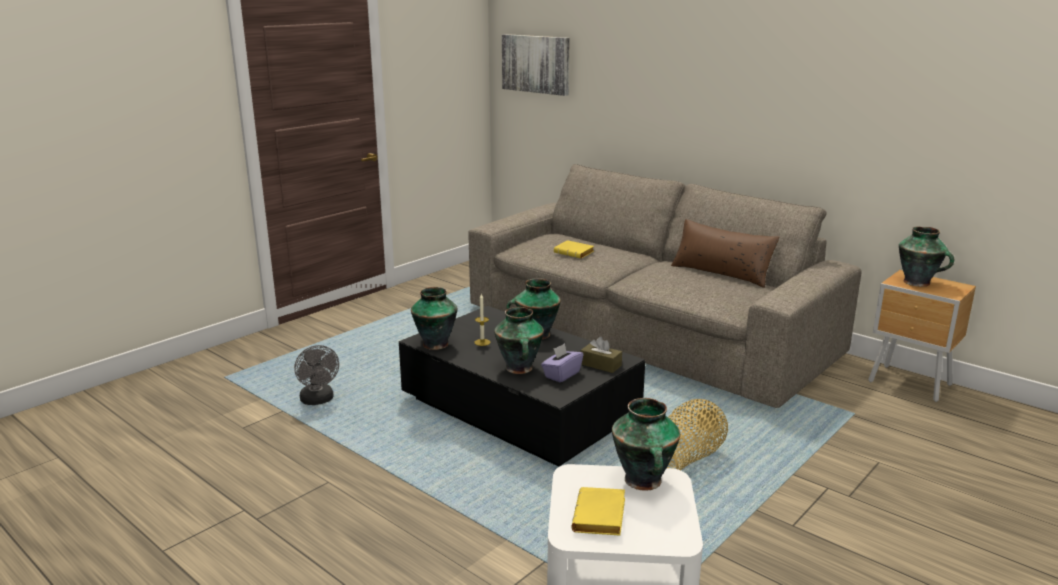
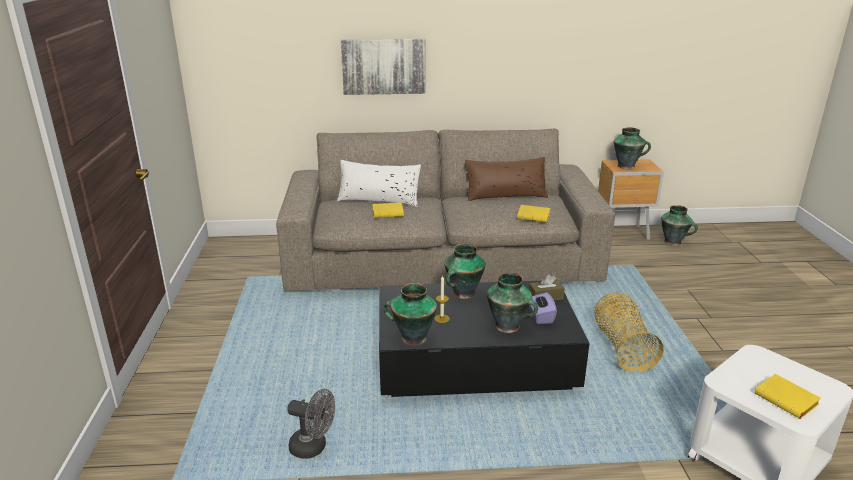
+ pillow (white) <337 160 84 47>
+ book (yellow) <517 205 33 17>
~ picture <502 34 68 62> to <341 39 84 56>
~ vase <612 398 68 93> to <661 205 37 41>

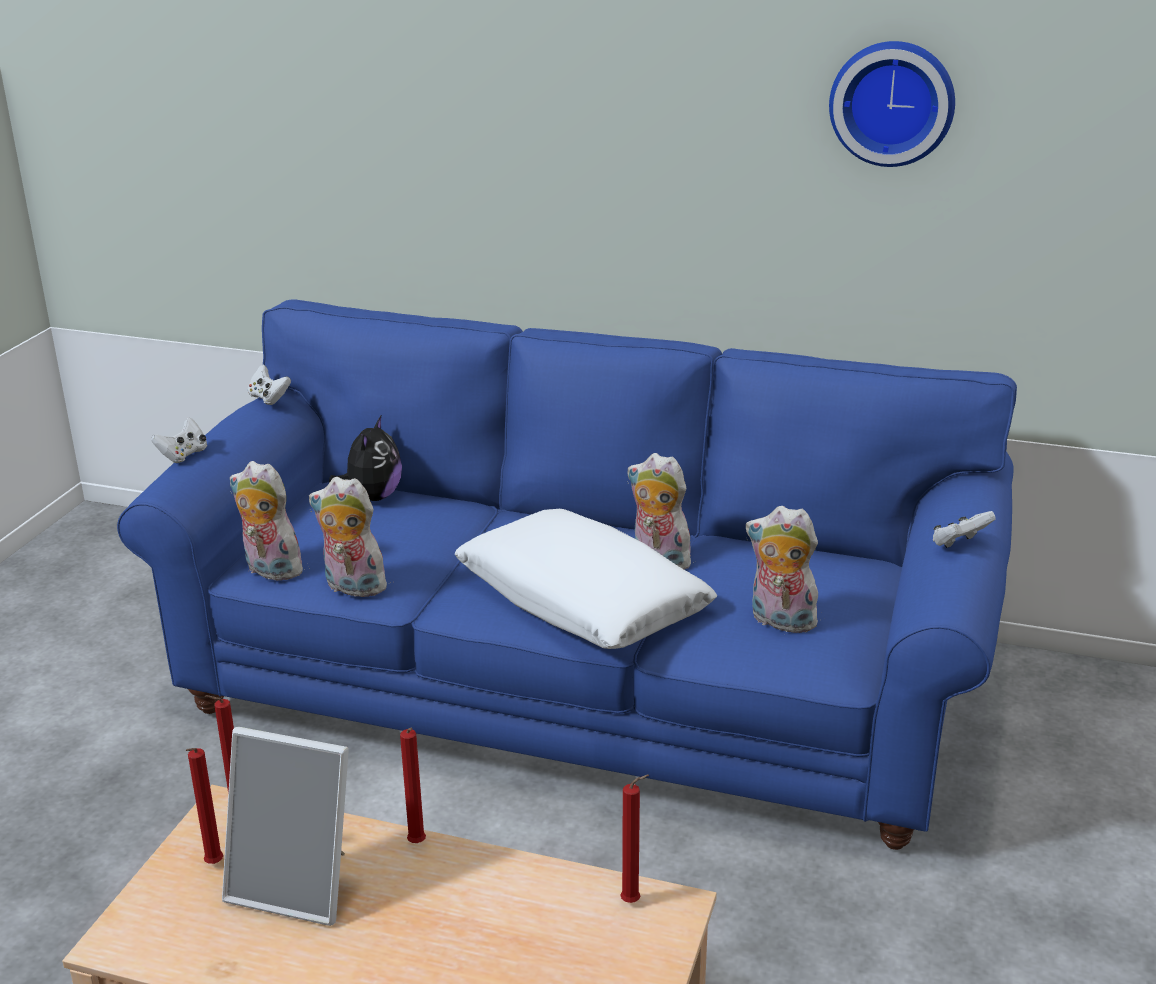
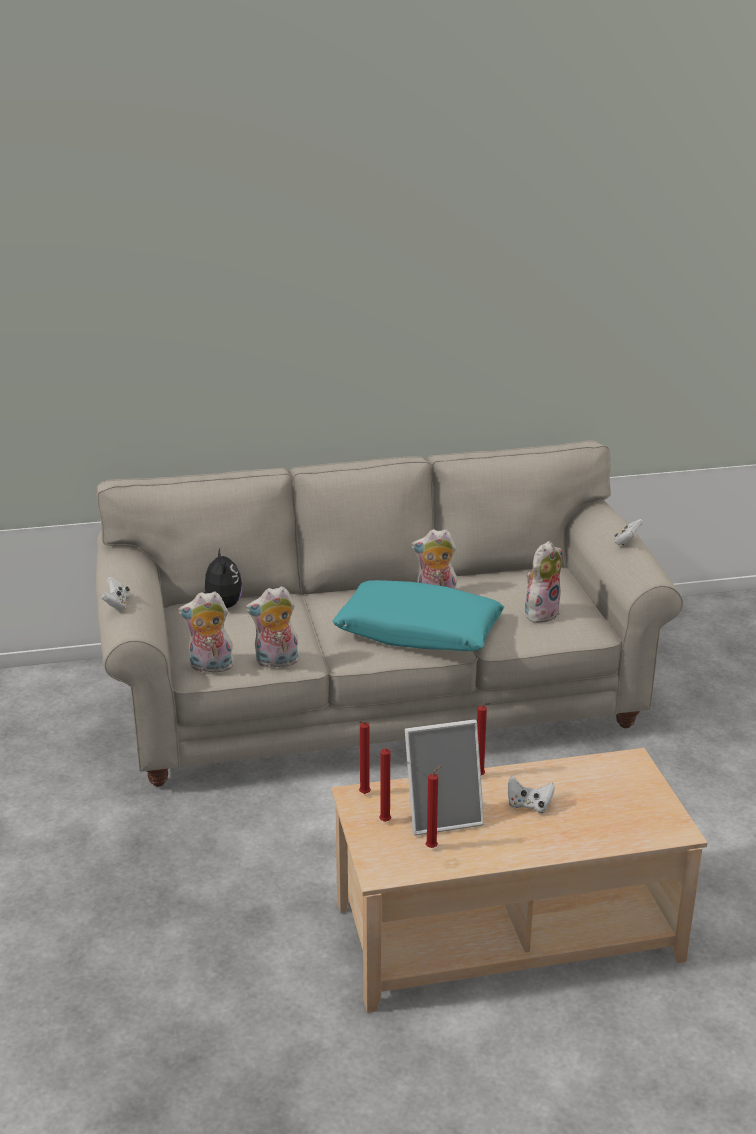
- wall clock <829 41 126 126>
~ game controller (white) <248 364 43 41> to <508 776 47 37>
~ candle (red) <620 775 29 128> to <425 765 17 83>
~ sofa (blue) <117 299 900 551> to sofa (beige) <96 440 587 347>
~ pillow (white) <454 509 263 140> to pillow (turquoise) <332 580 172 71>
~ plush toy <746 506 72 127> = <525 541 37 82> 135 degrees clockwise

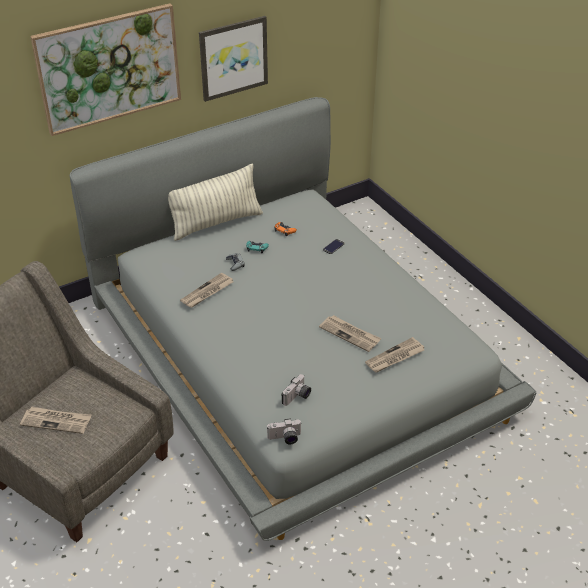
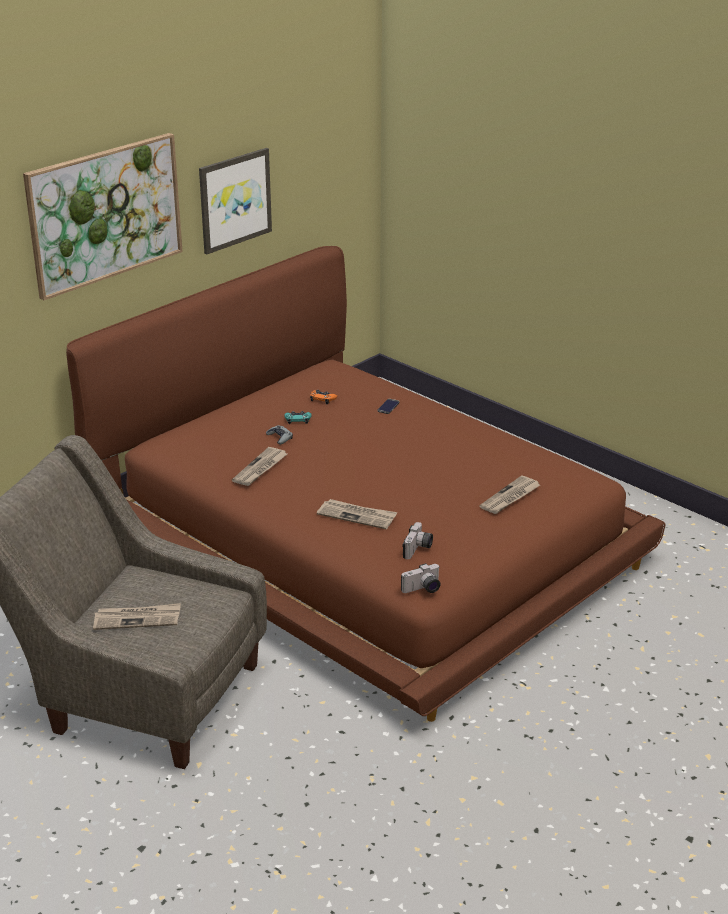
- pillow <168 163 95 78>
~ newspaper <319 315 62 37> to <317 499 80 30>
~ bed (grey) <70 97 466 444> to bed (brown) <66 246 599 476>

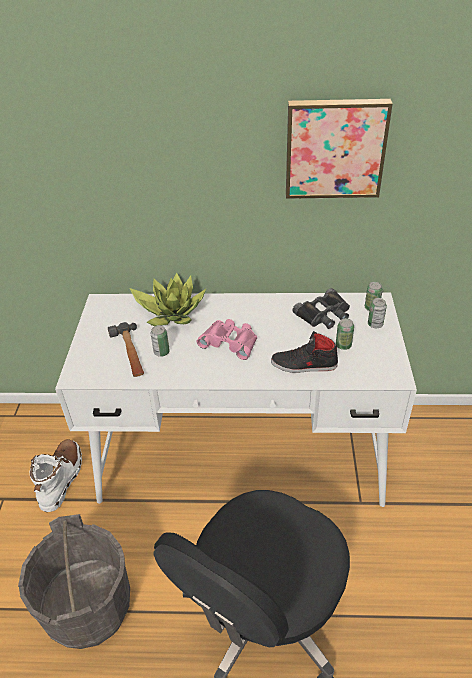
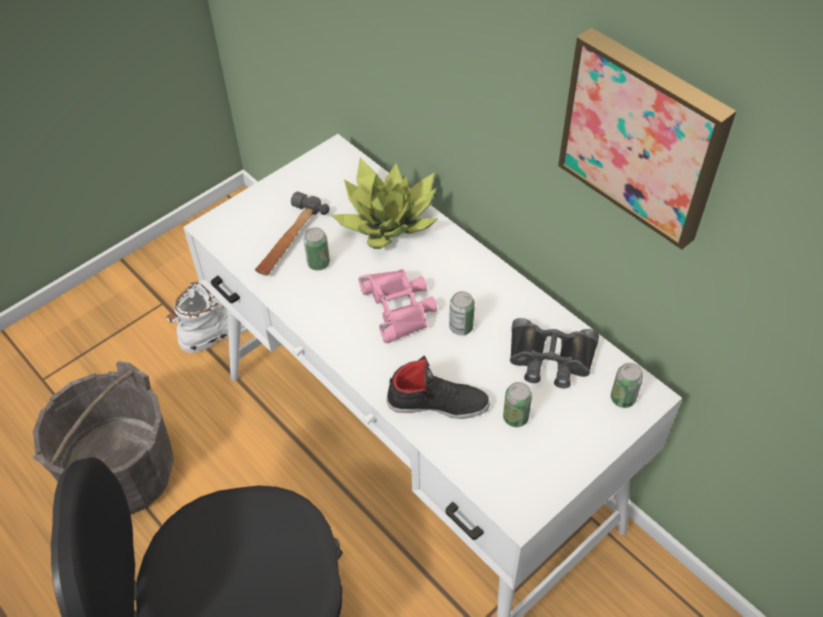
~ can <368 298 19 30> to <449 291 26 44>
~ shoe (black) <271 331 67 42> = <387 356 103 63> 135 degrees clockwise

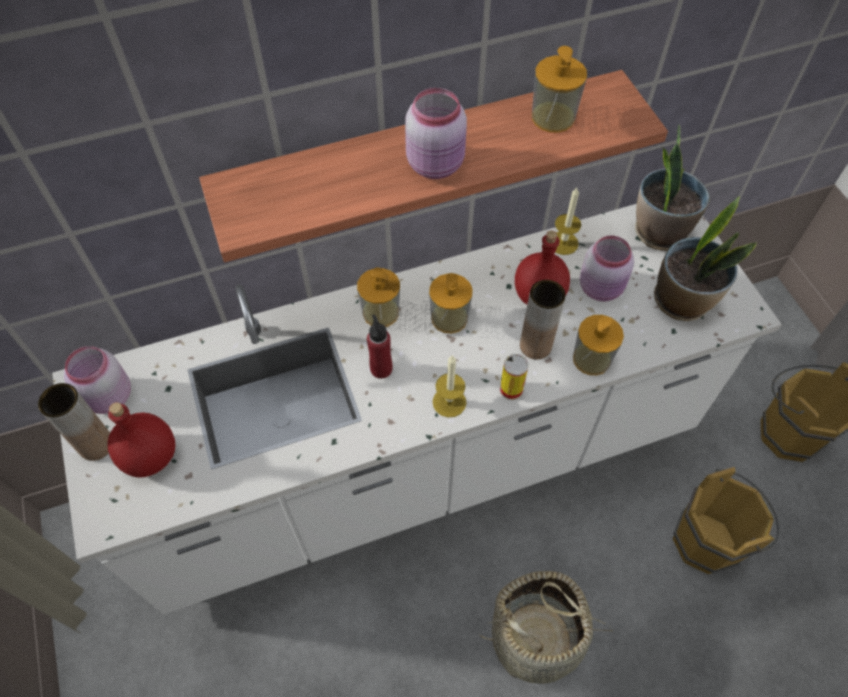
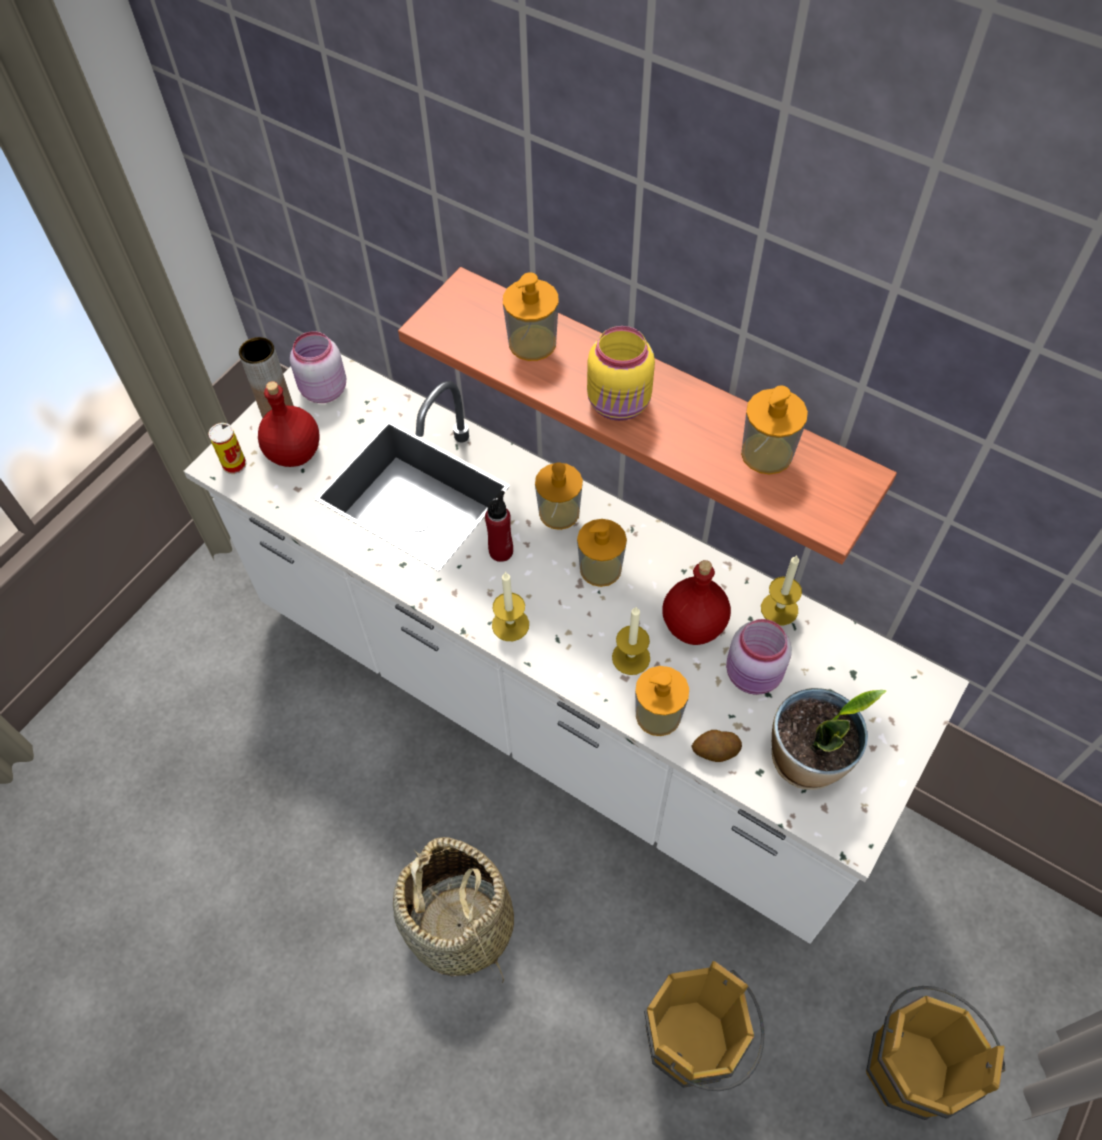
- potted plant <635 125 75 126>
+ soap dispenser <503 272 56 89>
+ potato <691 730 51 32>
~ can <500 354 29 46> to <208 423 38 51>
~ vase (brown) <520 280 46 80> to candle <612 606 38 69>
~ jar (pink) <405 88 62 91> to jar (yellow) <587 326 68 95>

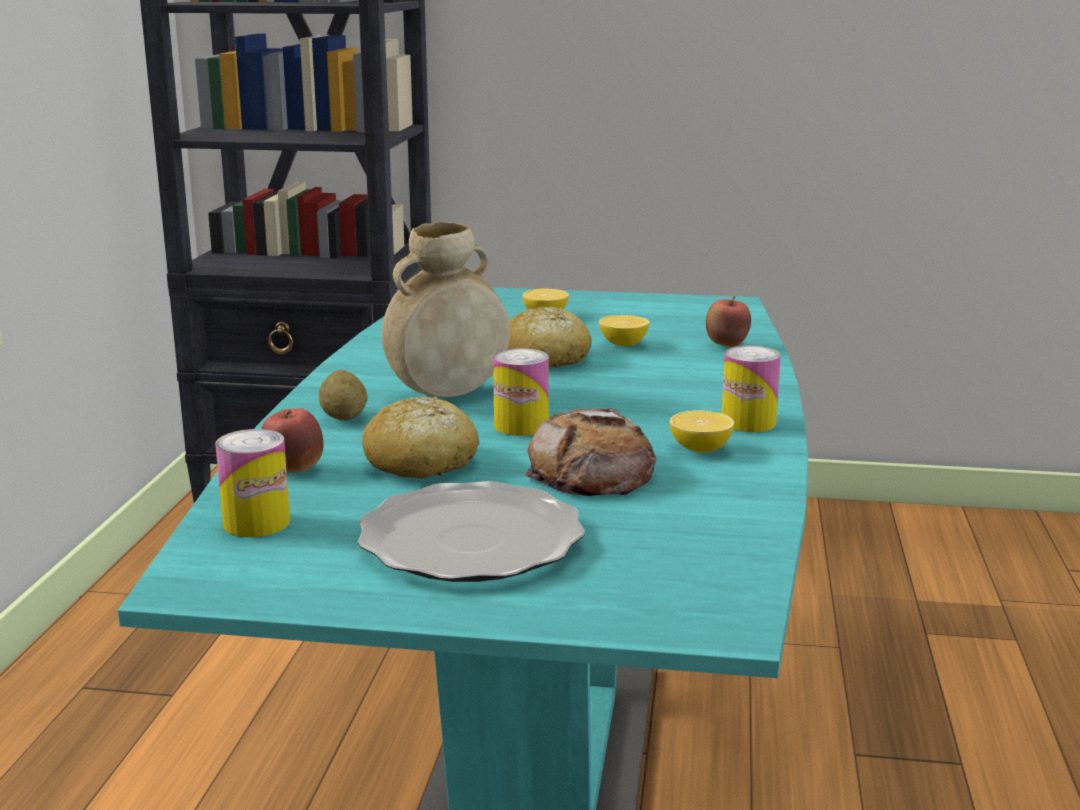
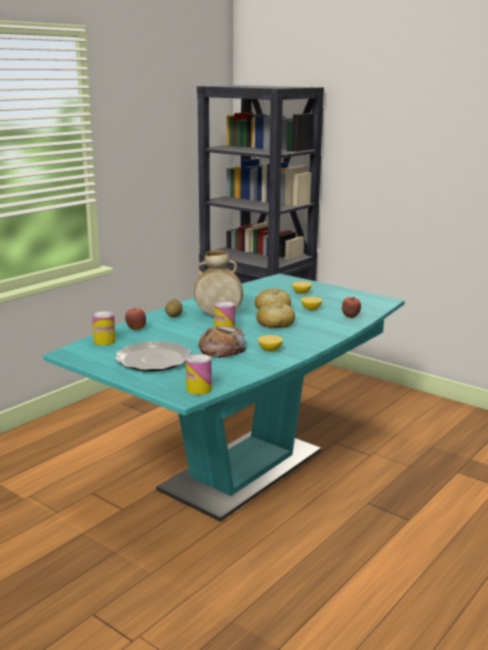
~ bread <362 396 117 82> to <256 302 39 26>
~ can <722 346 59 86> to <186 354 26 41>

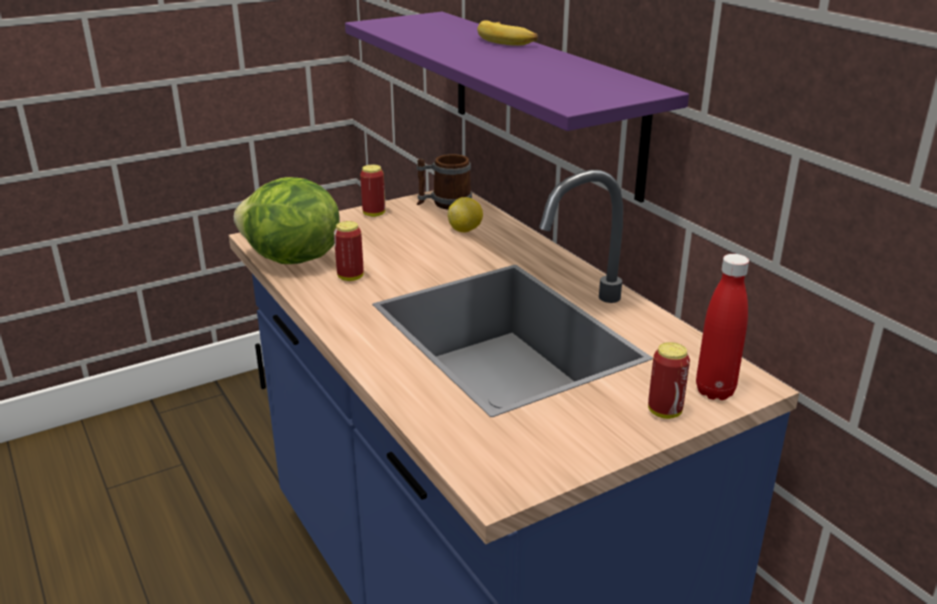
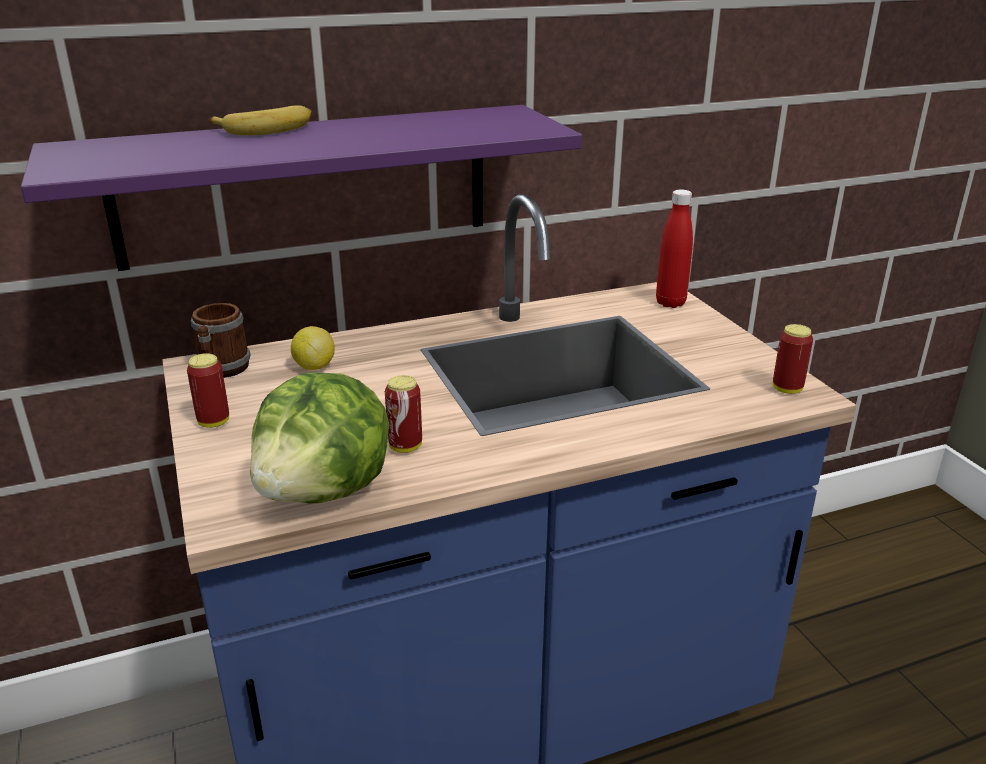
~ can <648 342 42 77> to <773 324 40 70>

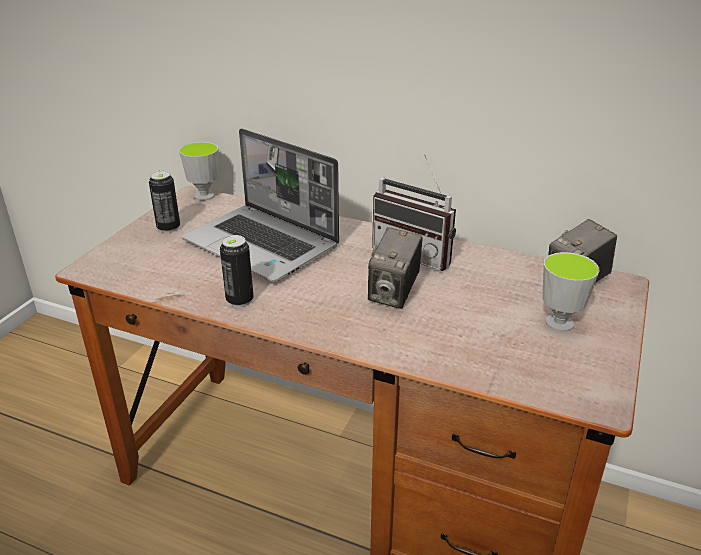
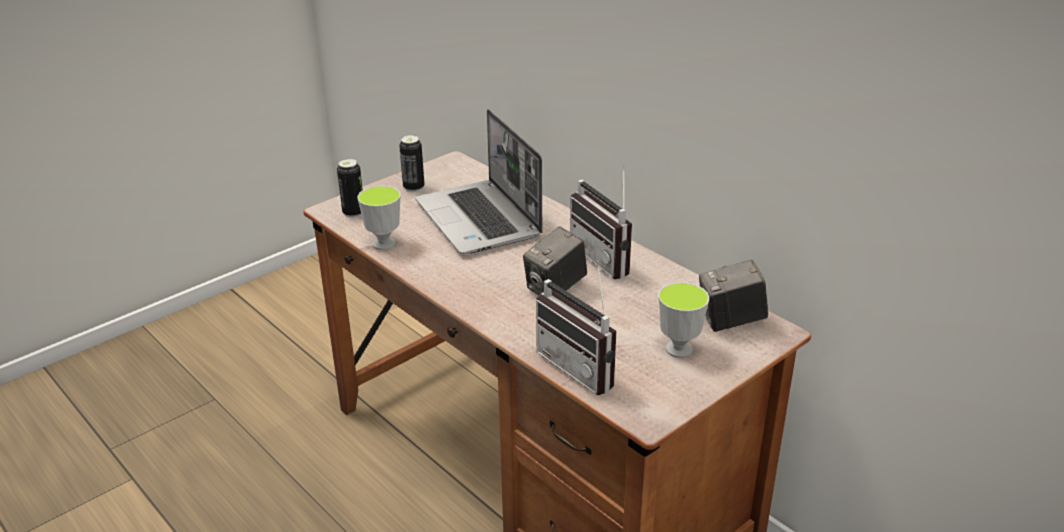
+ radio <536 260 80 135>
~ cup <179 142 40 58> to <357 185 44 65>
~ can <220 235 34 72> to <337 159 26 59>

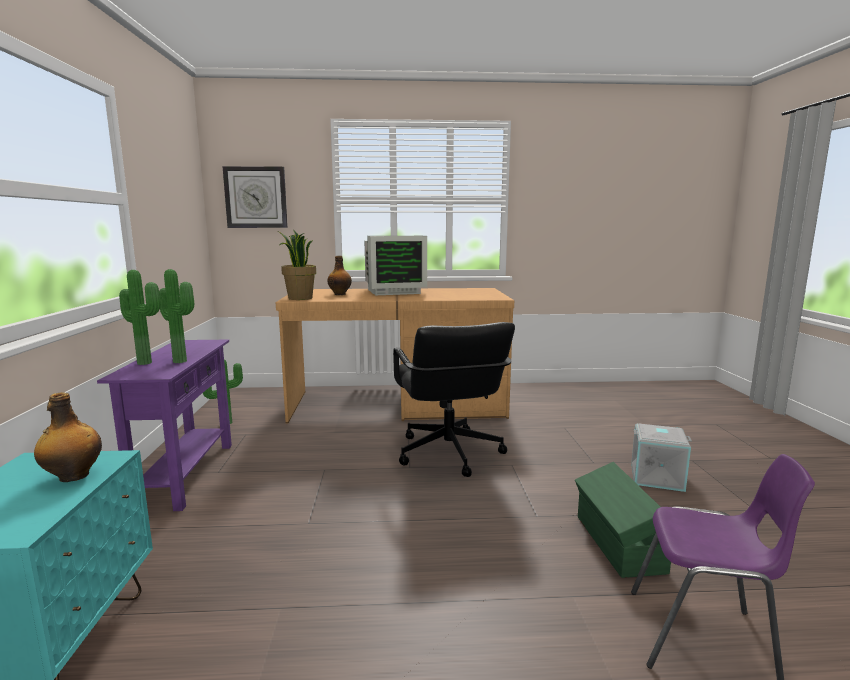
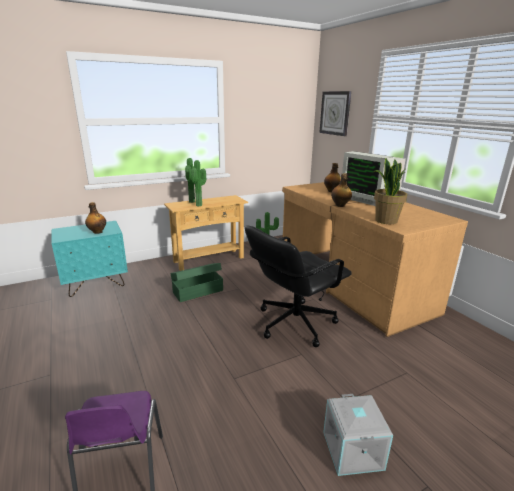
+ bottle <331 173 21 34>
~ potted plant <278 229 38 71> to <374 158 33 66>
~ storage box (green) <575 462 96 116> to <170 263 53 39>
~ console table (purple) <97 340 135 171> to console table (beige) <164 195 84 76>

